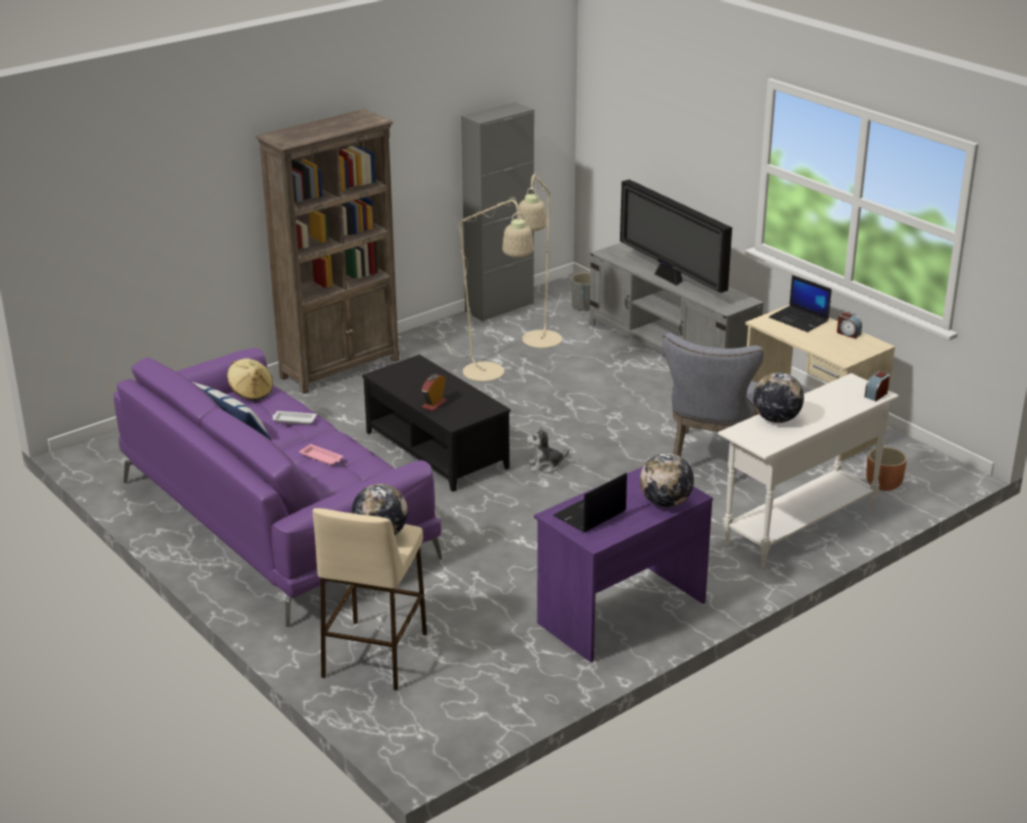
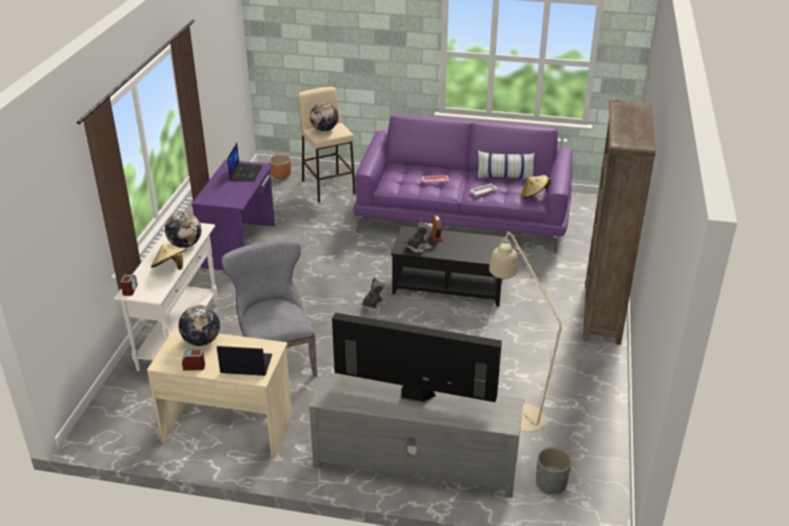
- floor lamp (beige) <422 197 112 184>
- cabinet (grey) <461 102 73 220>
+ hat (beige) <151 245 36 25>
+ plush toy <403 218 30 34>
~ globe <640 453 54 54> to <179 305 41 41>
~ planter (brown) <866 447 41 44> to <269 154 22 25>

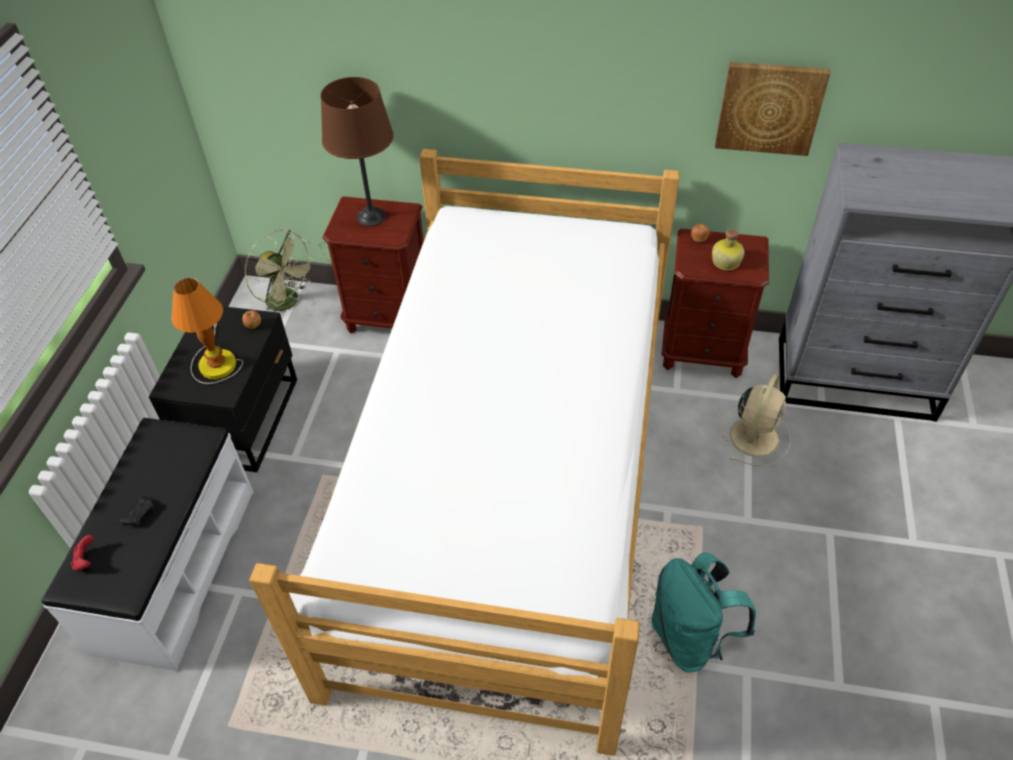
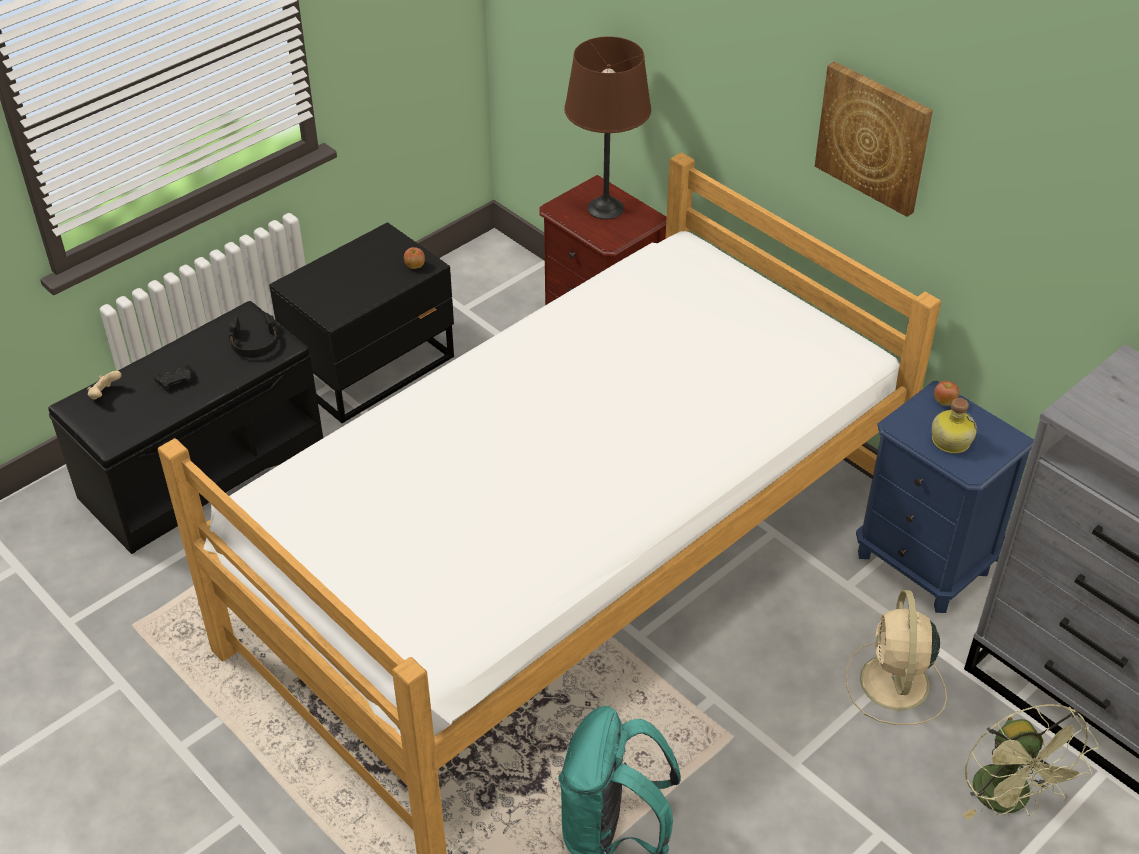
- table lamp <172 277 71 107>
+ headphones (black) <229 313 49 45>
~ fan (green) <245 229 71 83> to <963 704 136 116>
~ picture <715 62 115 94> to <815 61 118 156>
~ bench (white) <41 418 212 253> to bench (black) <48 301 275 253>
~ game controller (red) <71 535 23 36> to game controller (beige) <87 371 34 29>
~ nightstand (brown) <662 229 107 149> to nightstand (blue) <856 380 178 233>
~ fan (beige) <721 373 70 93> = <846 590 101 135> 120 degrees clockwise

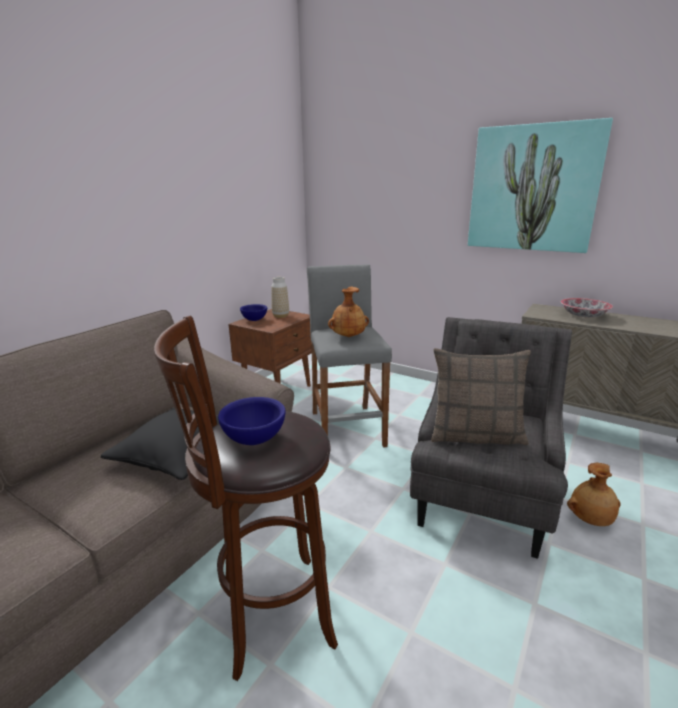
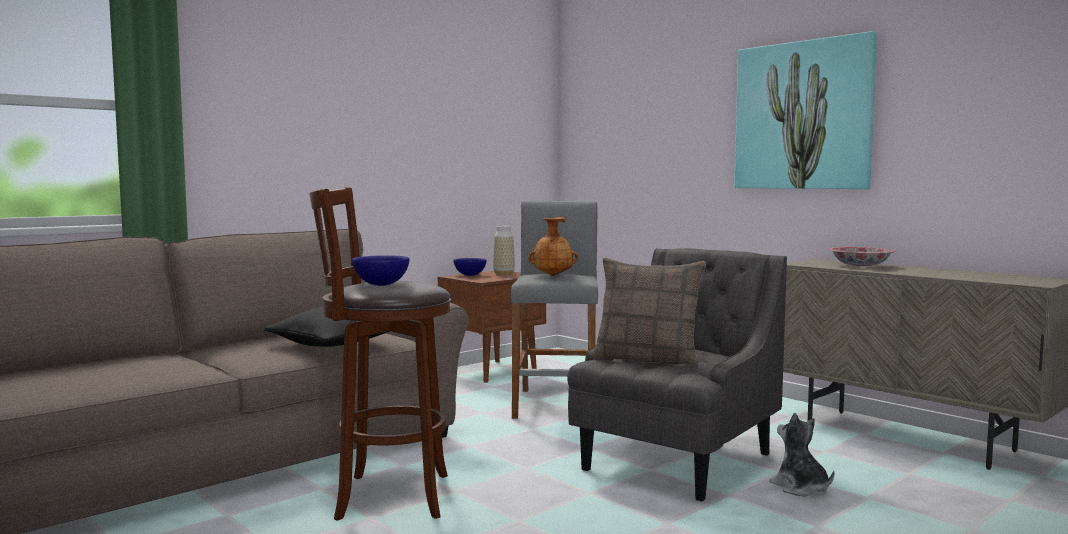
~ vase (brown) <567 463 54 63> to plush toy <770 413 65 84>

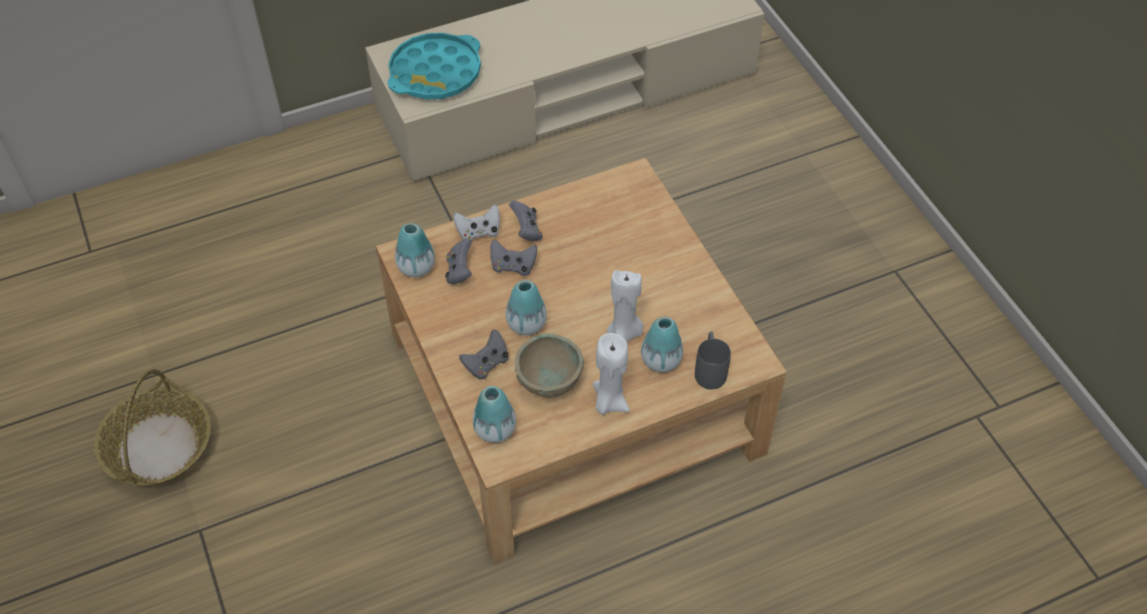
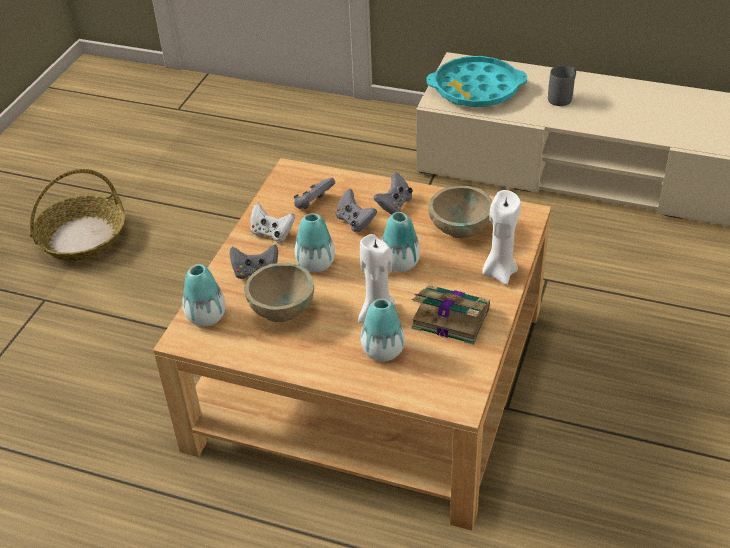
+ book <411 284 79 61>
+ bowl (beige) <428 186 64 52>
~ vase <395 223 40 54> to <382 212 38 60>
~ game controller (white) <453 204 47 37> to <250 203 45 39>
~ candle (white) <593 333 37 82> to <483 190 38 95>
~ mug (grey) <695 332 36 57> to <548 66 28 40>

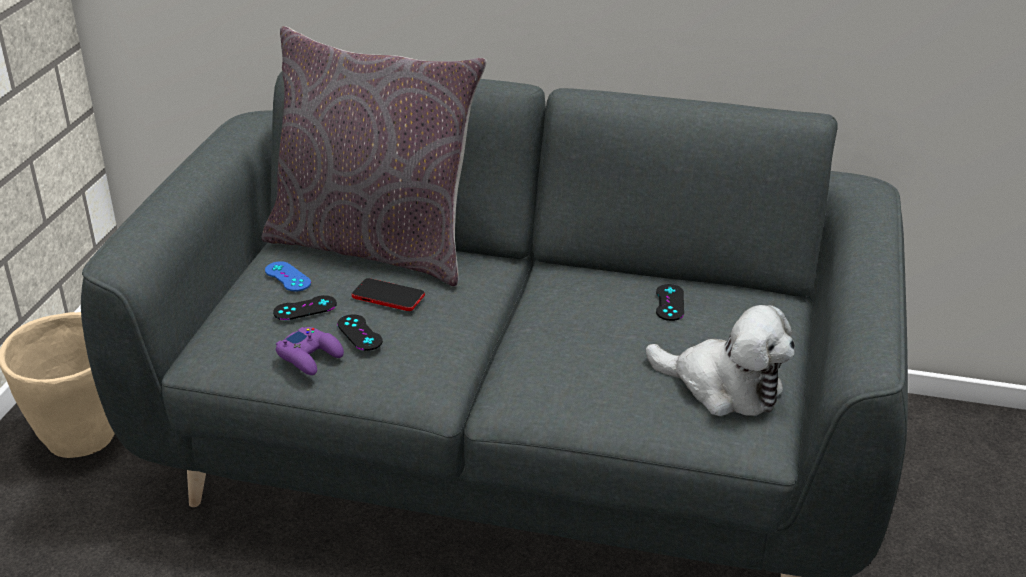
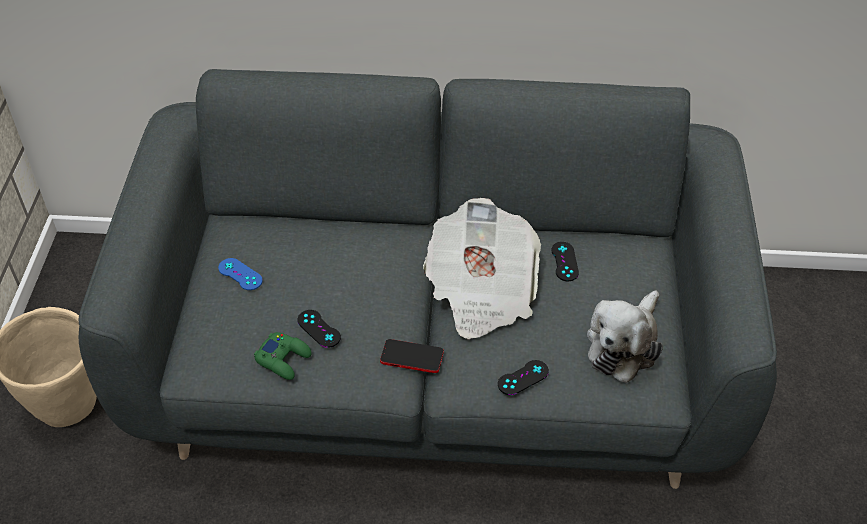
- pillow (grey) <262 26 225 260>
+ newspaper <423 198 118 141>
~ game controller (black) <273 295 64 25> to <498 360 51 35>
~ phone <352 278 73 33> to <380 339 64 34>
~ game controller (purple) <276 327 68 48> to game controller (green) <254 332 58 48>
~ plush toy <646 305 149 111> = <587 291 76 92> 105 degrees clockwise

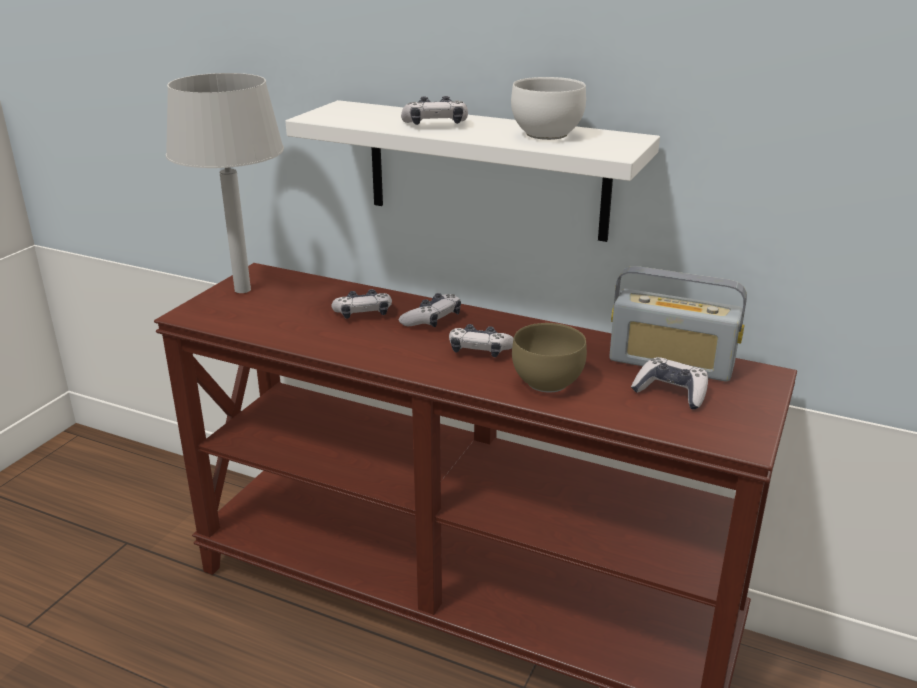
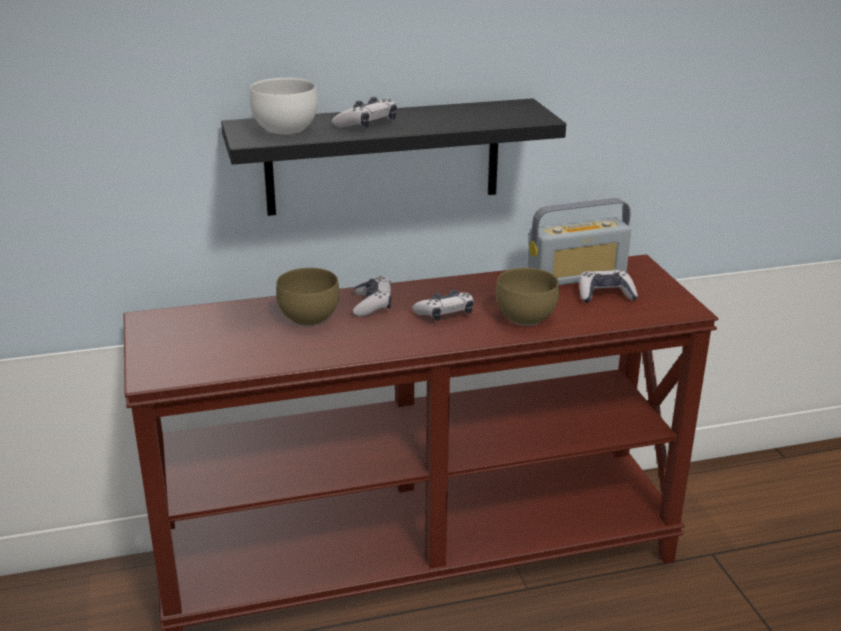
- table lamp (grey) <166 73 118 220>
~ bowl (white) <511 77 75 63> to <250 78 68 58>
~ game controller <332 289 60 30> to bowl (brown) <276 268 64 58>
~ shelf (white) <285 100 375 142> to shelf (black) <221 98 345 118>

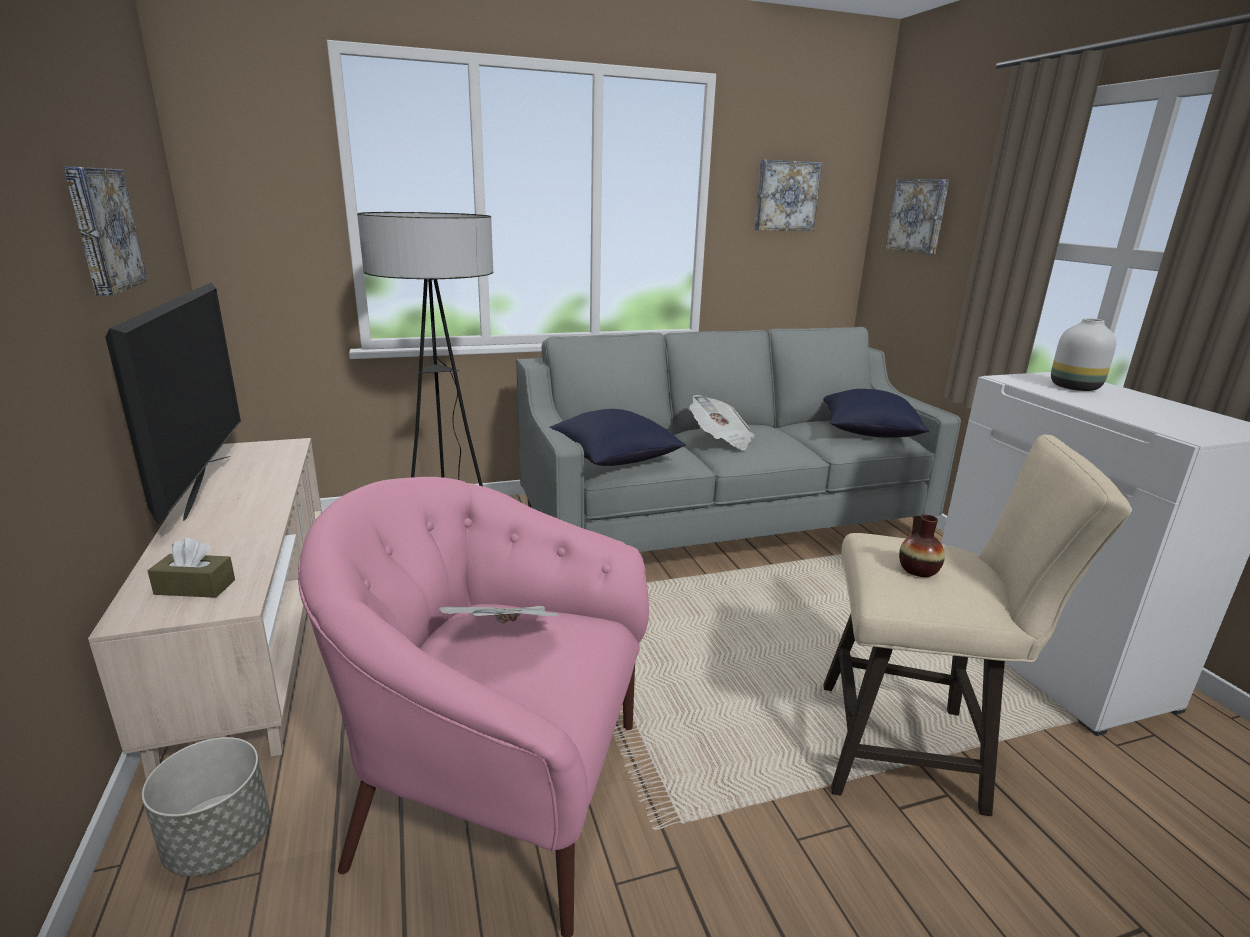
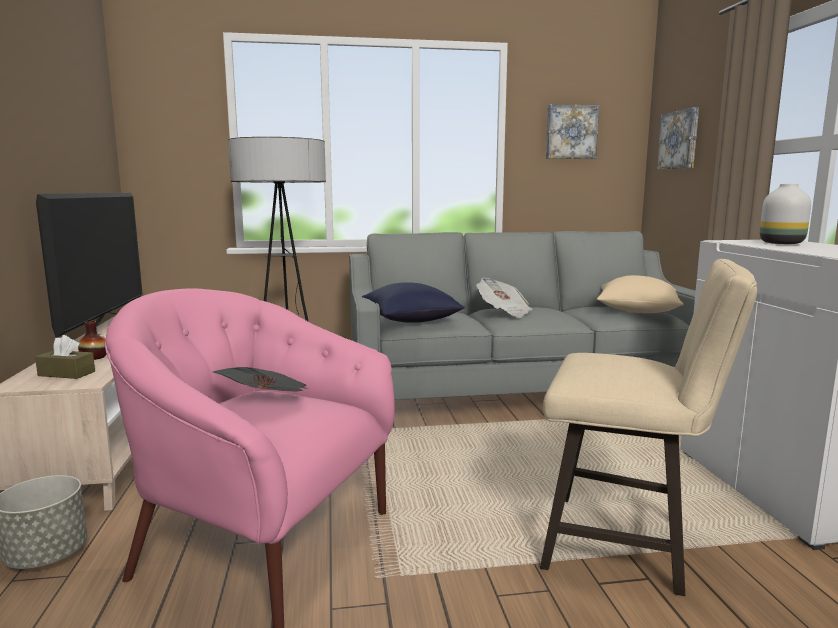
- picture <64 166 84 130>
~ vase <899 515 46 62> to <78 321 29 39>
~ pillow (blue) <824 389 105 49> to pillow (beige) <597 275 86 38>

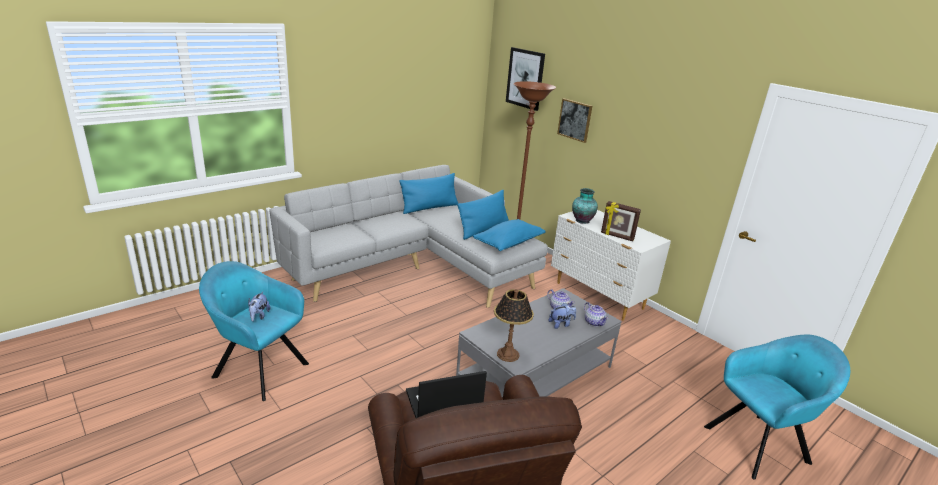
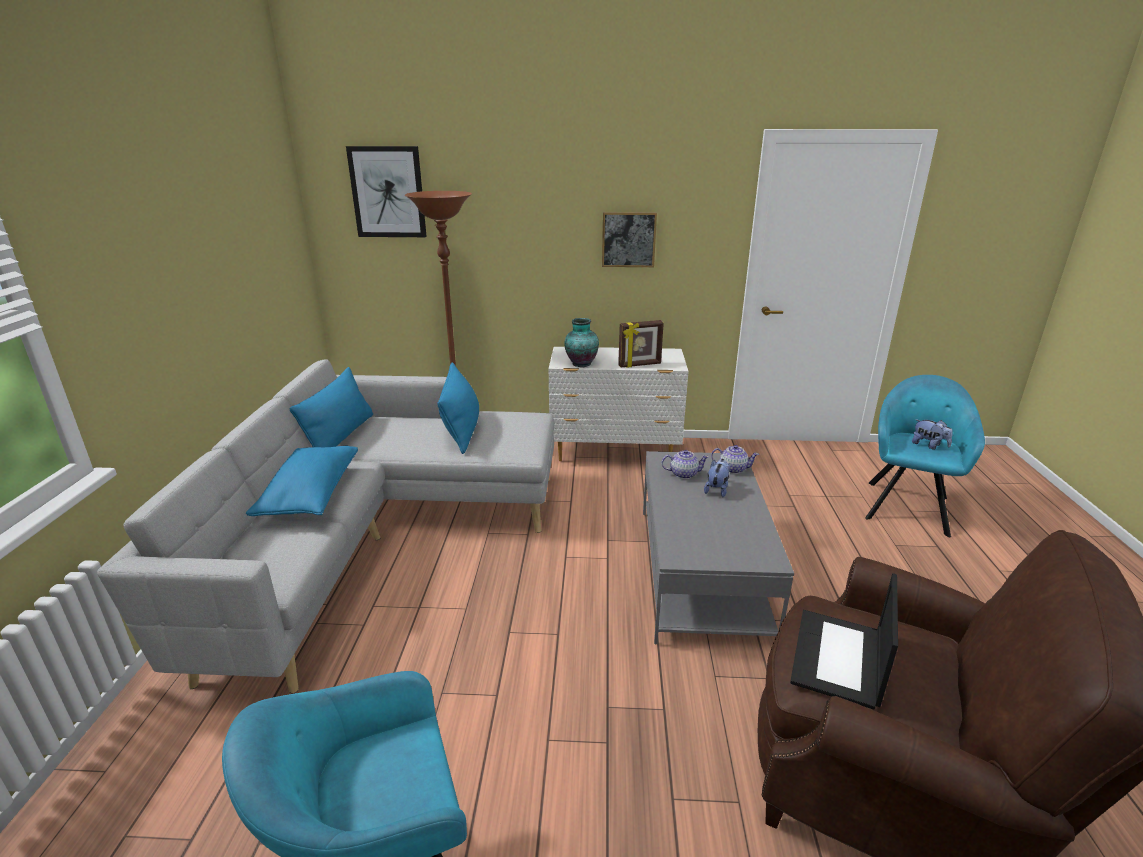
- table lamp <494 289 40 73>
~ plush toy <248 292 22 30> to <912 419 41 30>
~ pillow (blue) <473 219 73 32> to <246 446 112 70>
~ picture <557 98 35 45> to <602 212 55 55>

